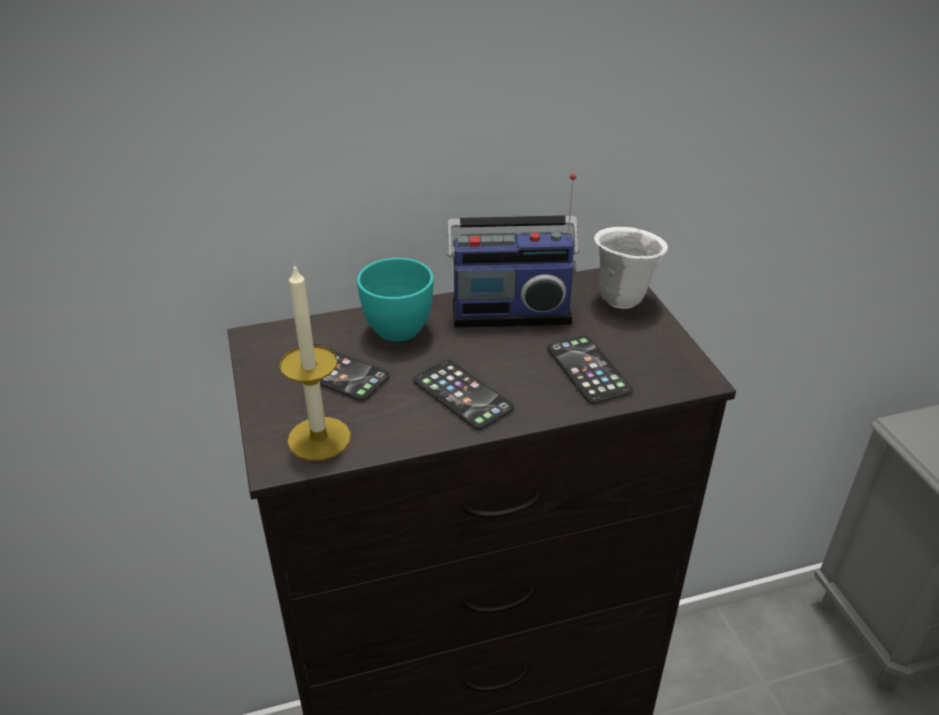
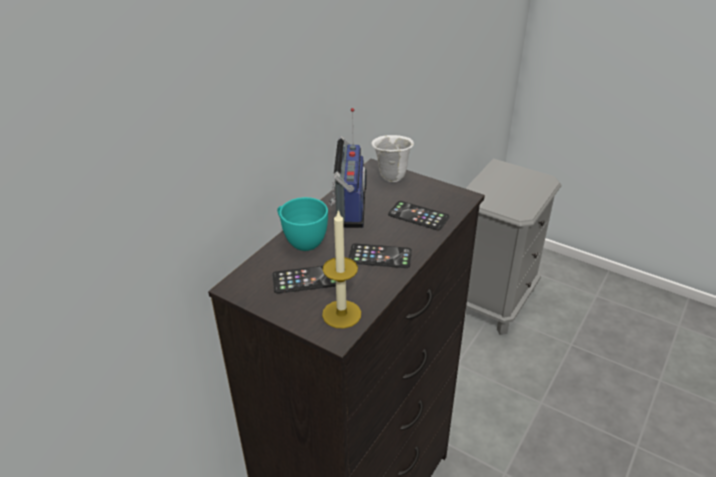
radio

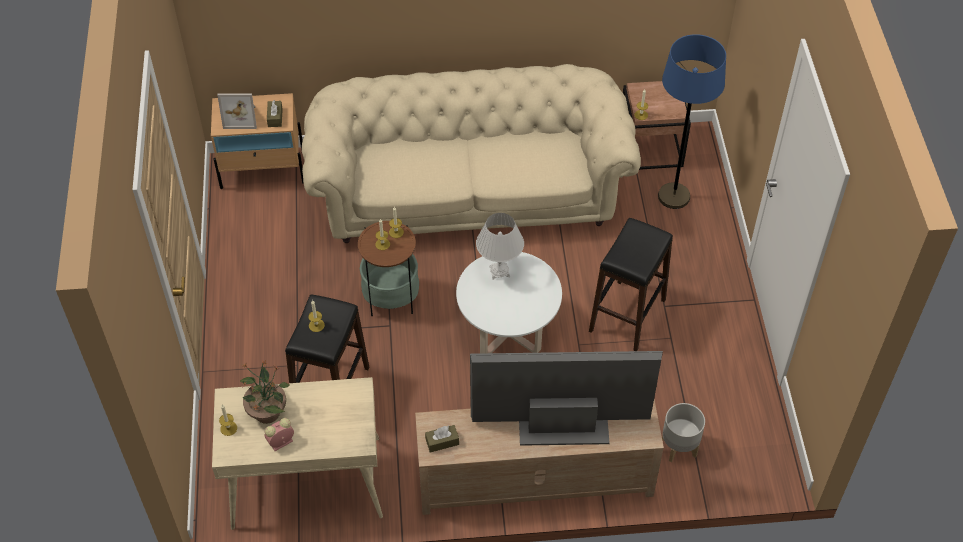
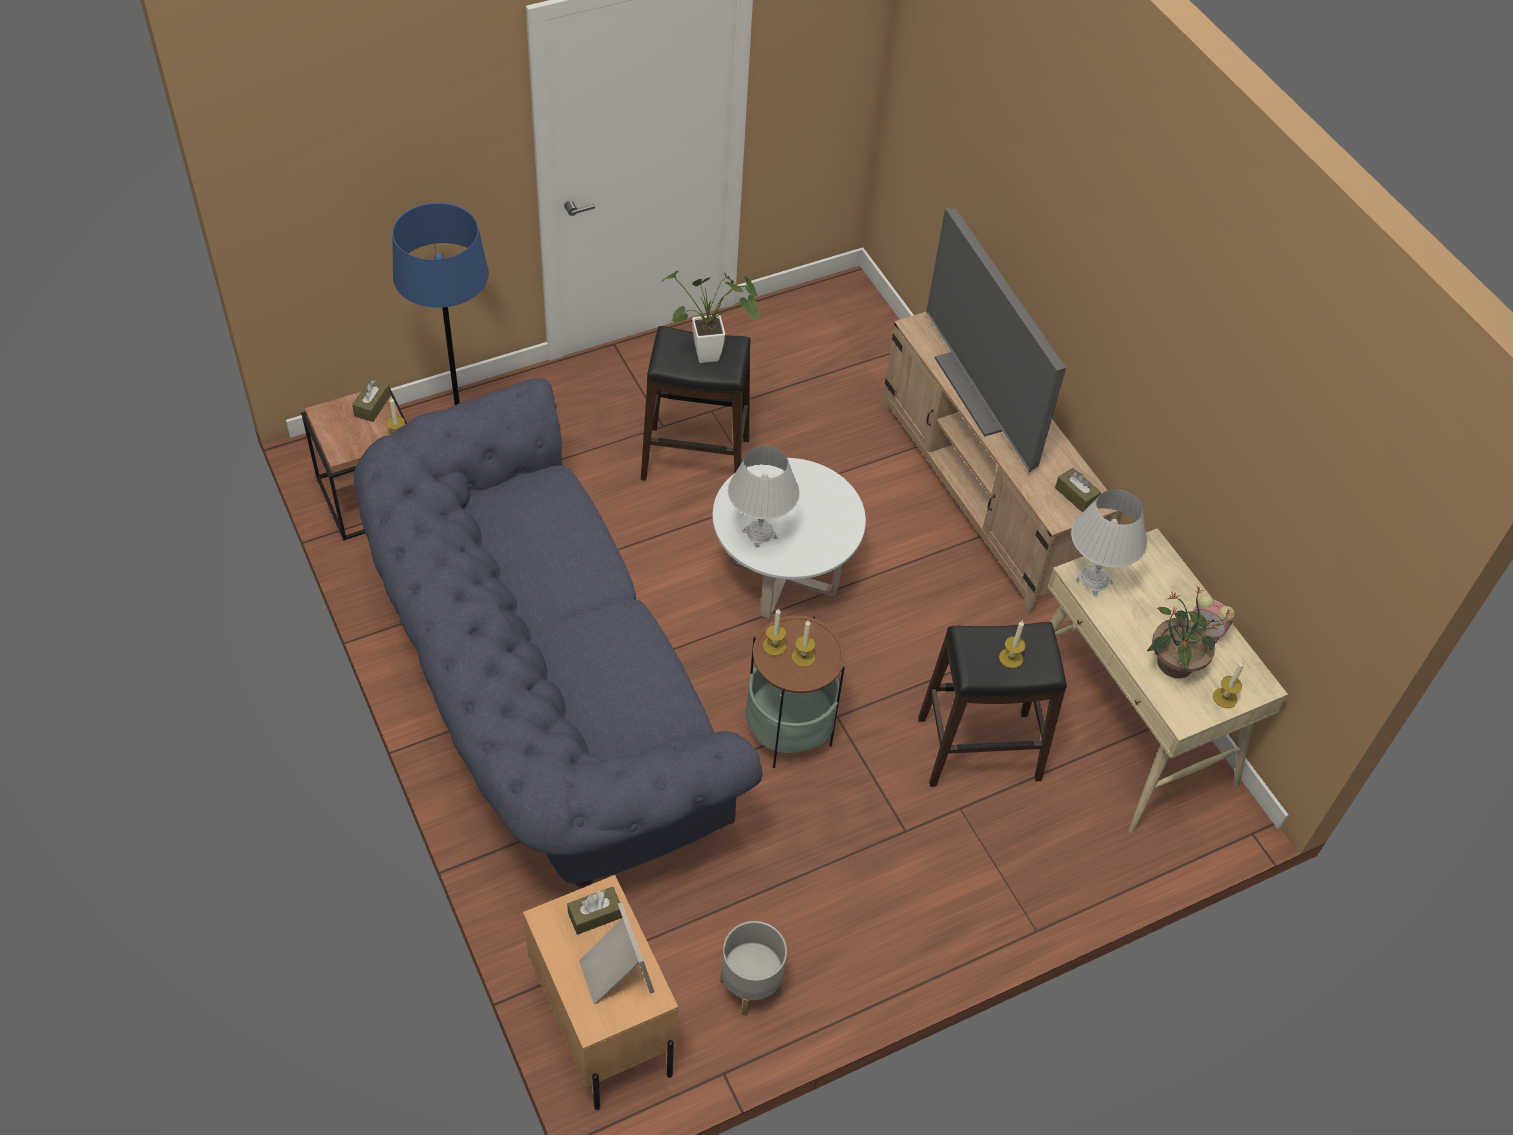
brown tissue box (1st from left); blue sofa; potted plant (1st from left); grey planter; white table lamp (2nd from left)

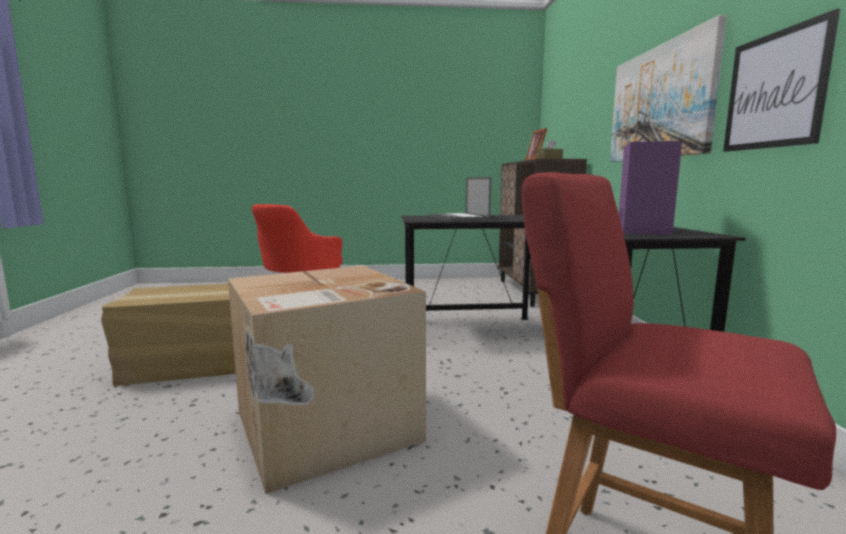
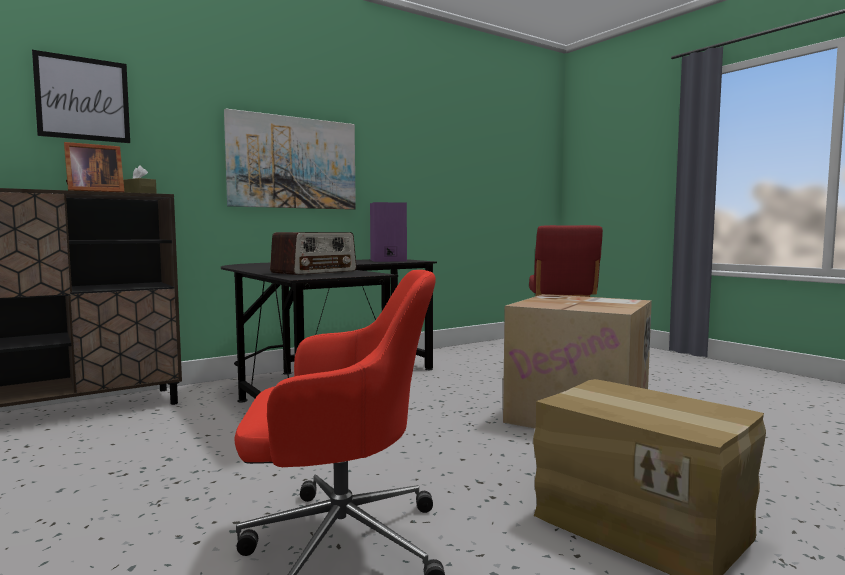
picture (1st from left); radio

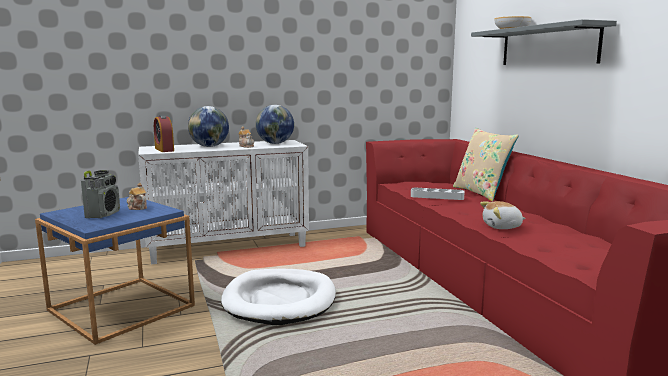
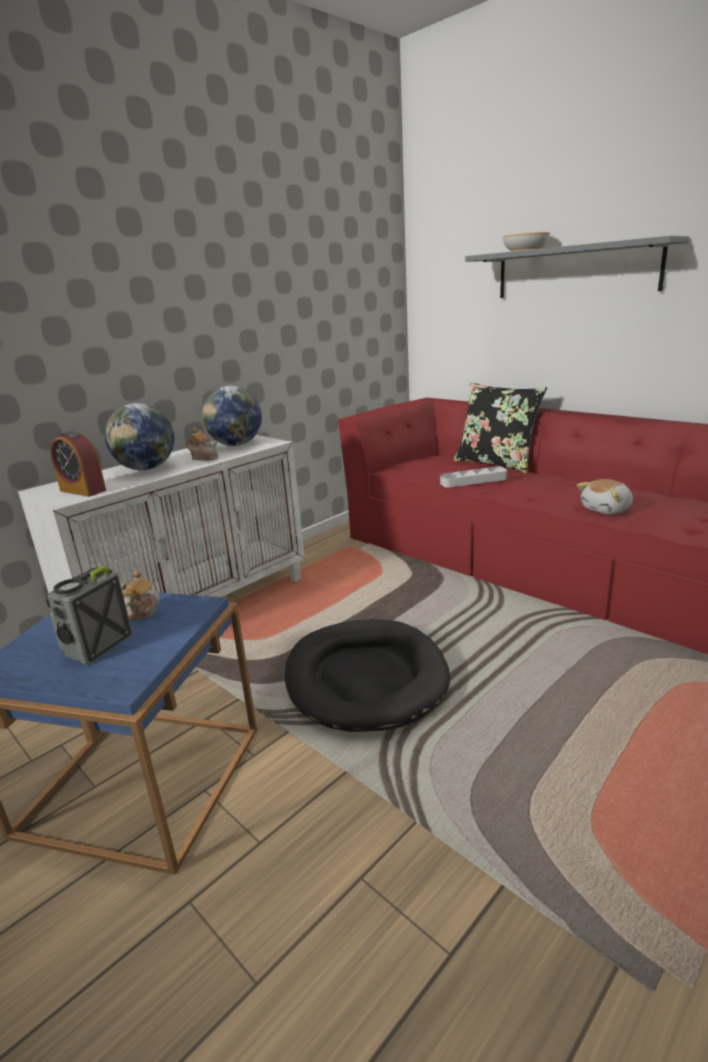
radio; black dog bed; black pillow

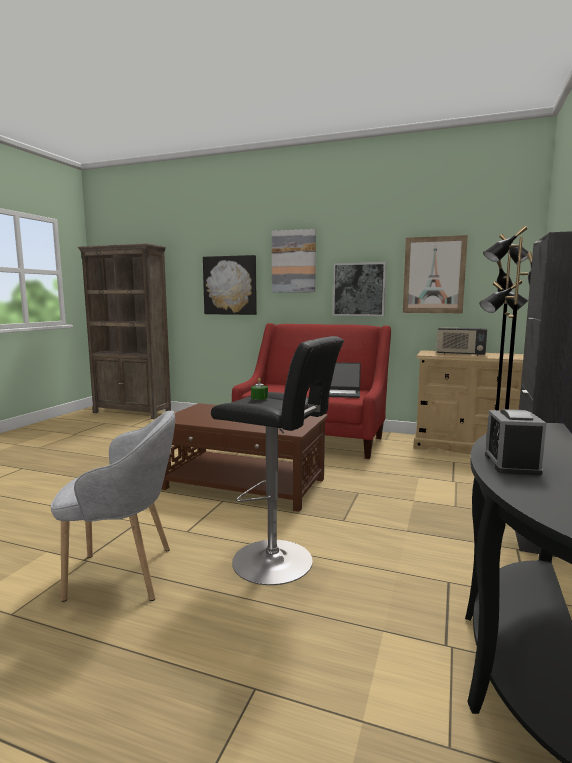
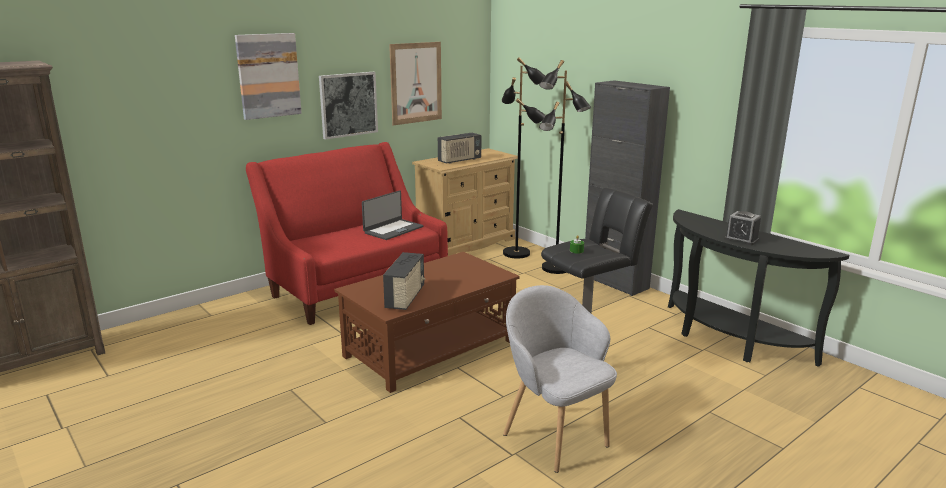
radio (1st from left); grey armchair; picture (1st from left in the first image)

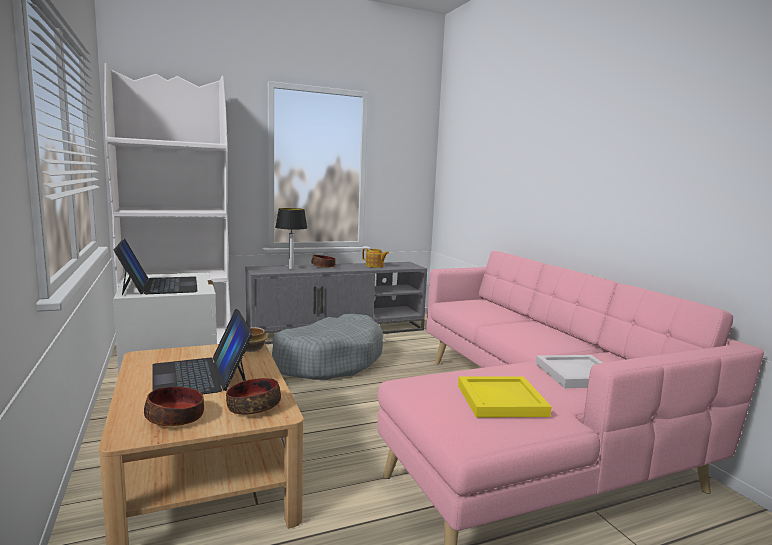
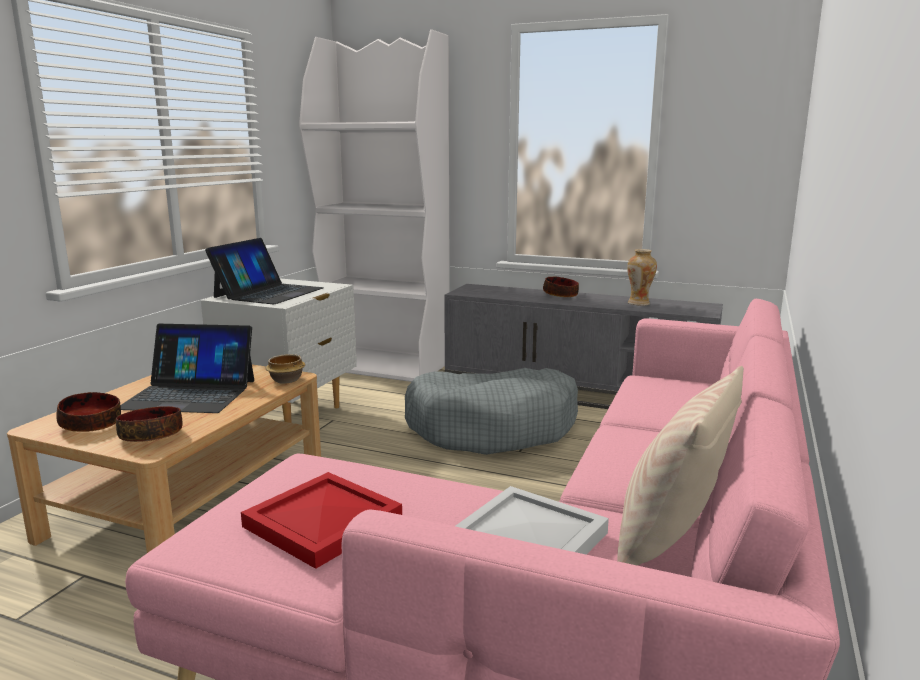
laptop (1st from left); red tray; beige pillow; vase; table lamp

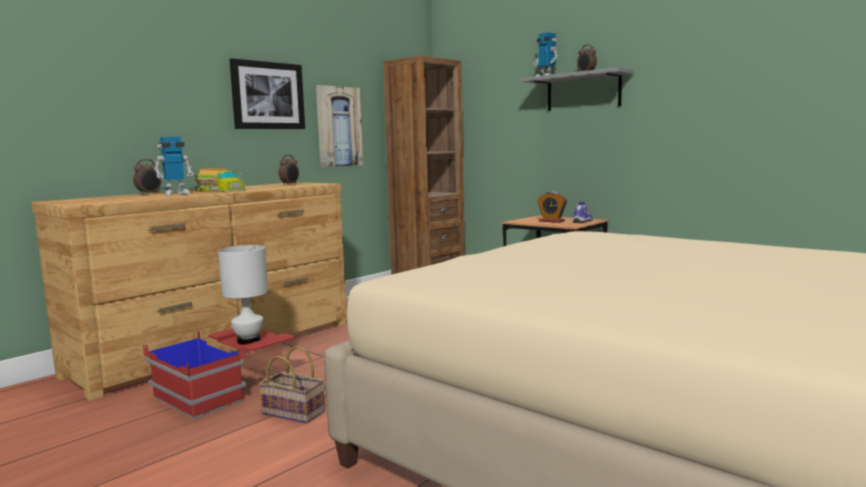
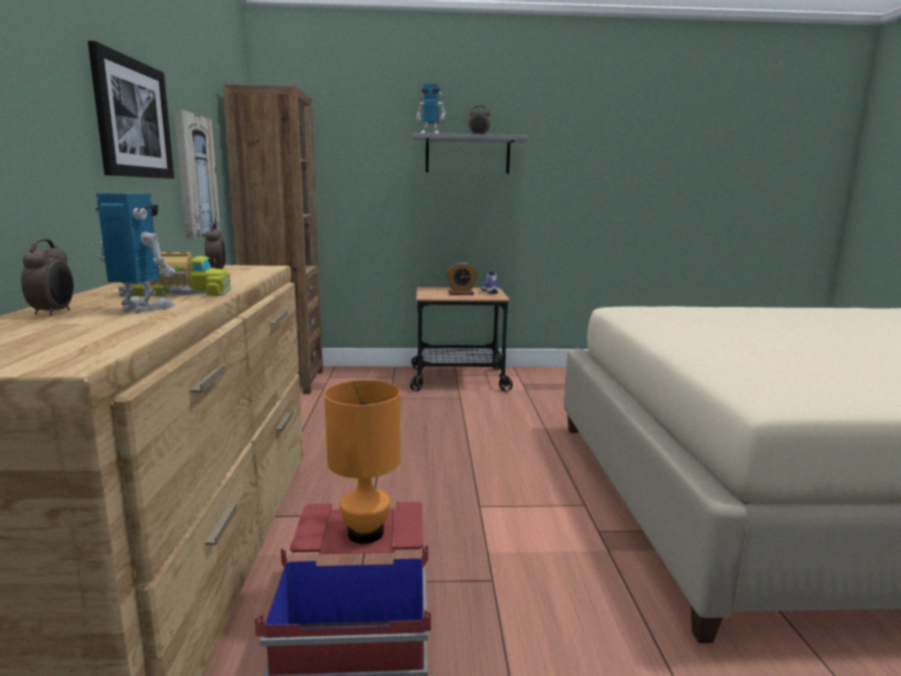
toy robot (1st from left); orange table lamp; basket

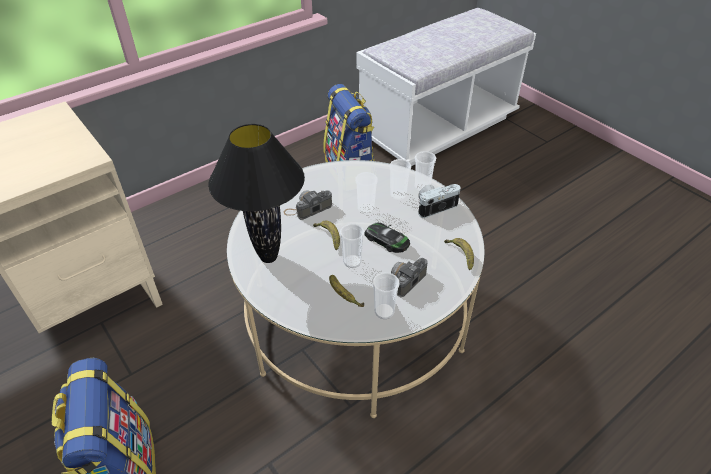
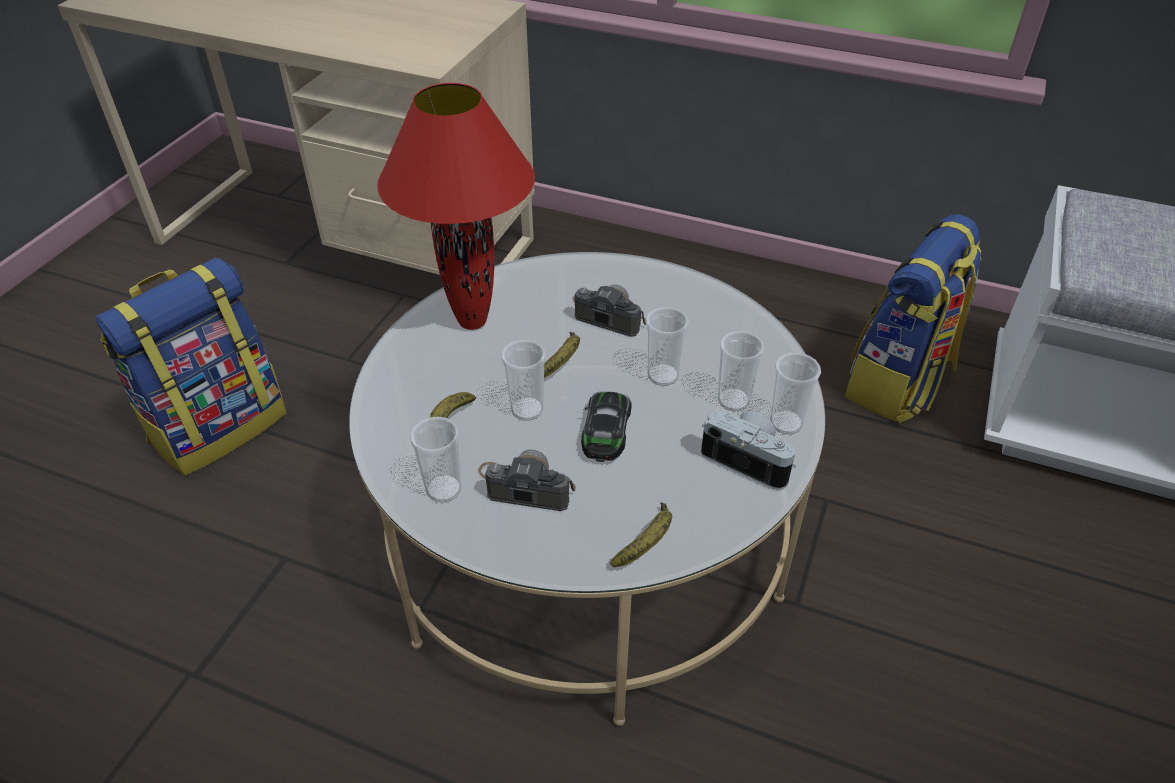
red table lamp

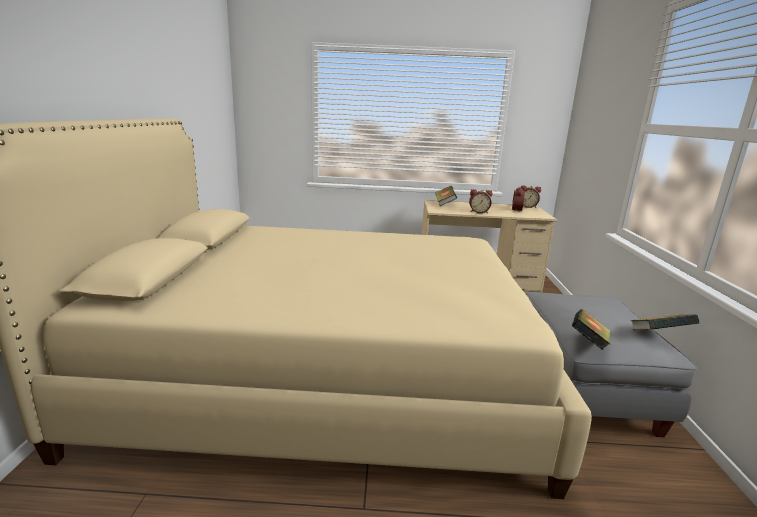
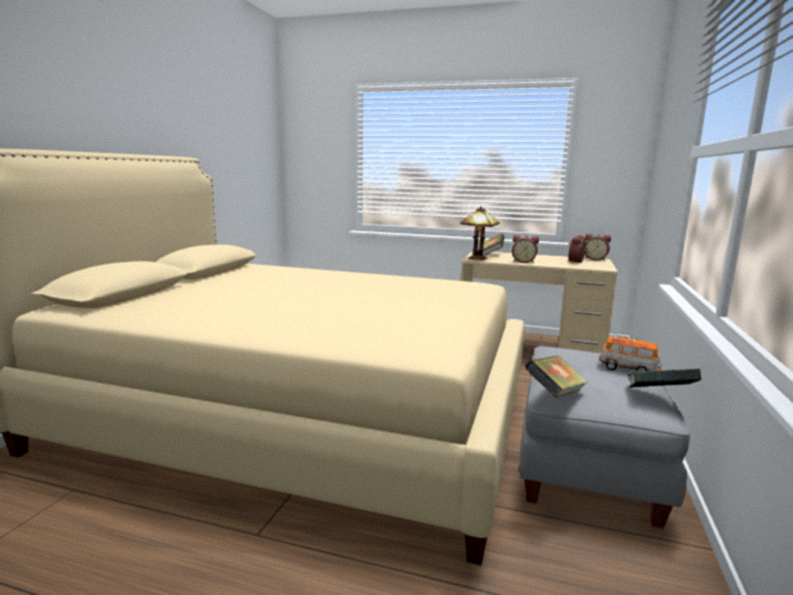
table lamp; toy car

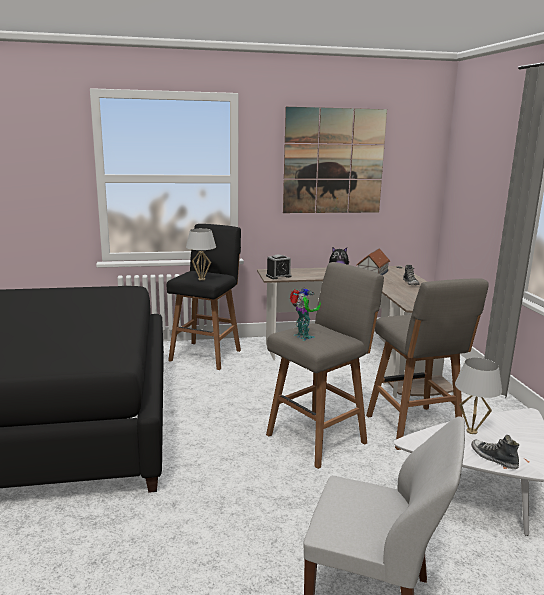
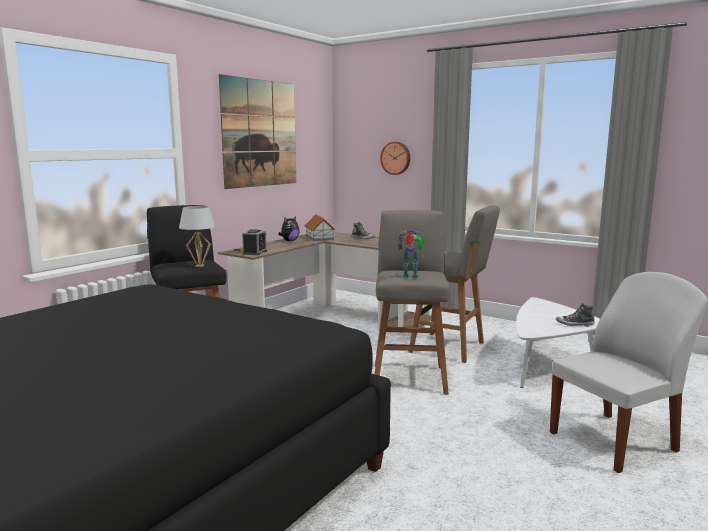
wall clock; white table lamp (2nd from left in the first image)

